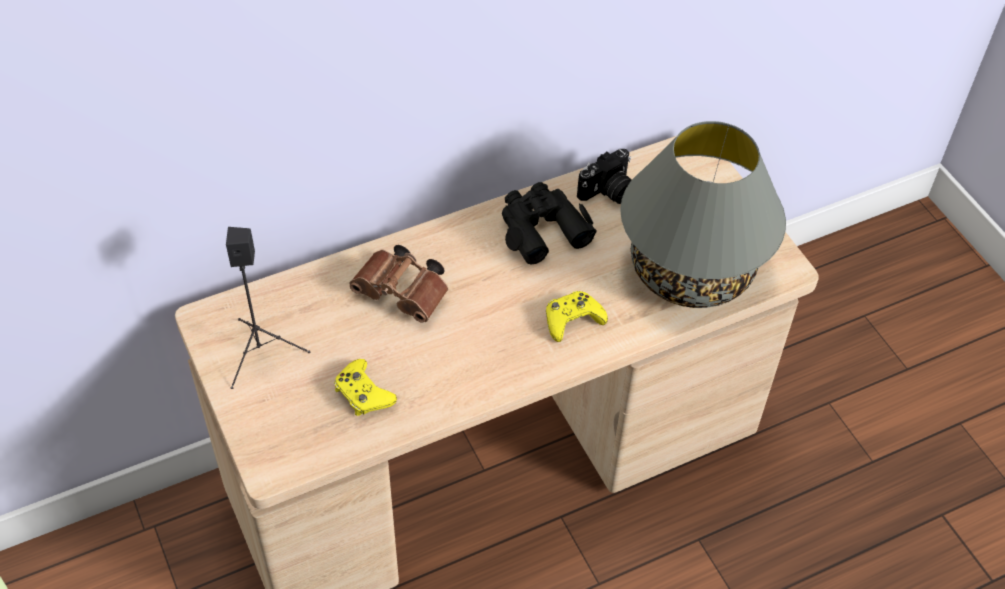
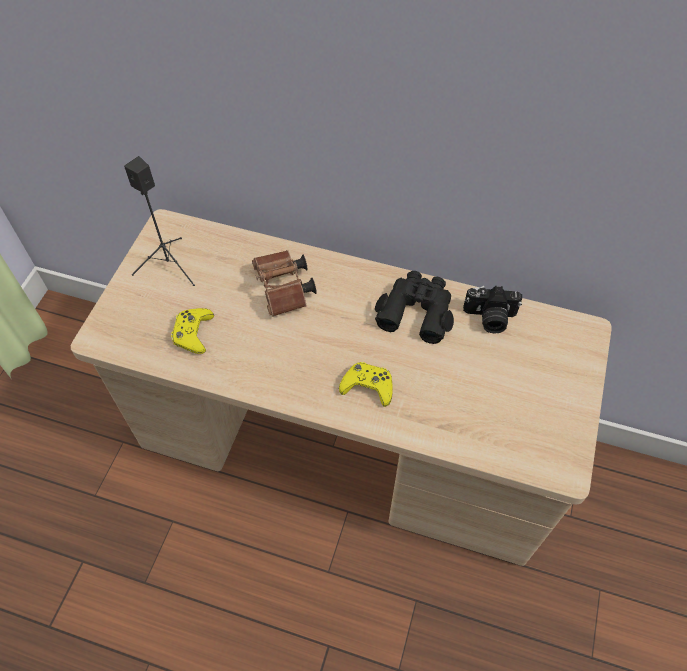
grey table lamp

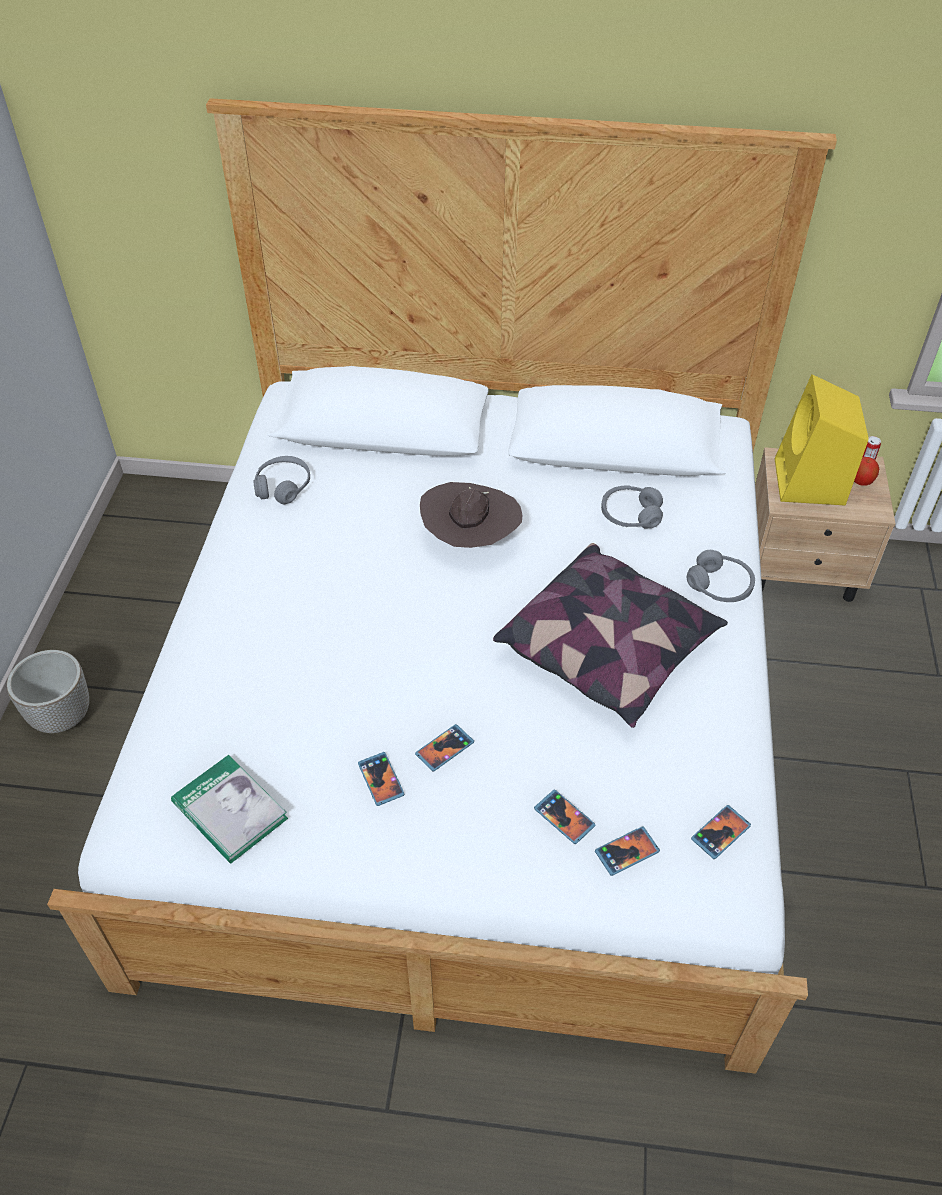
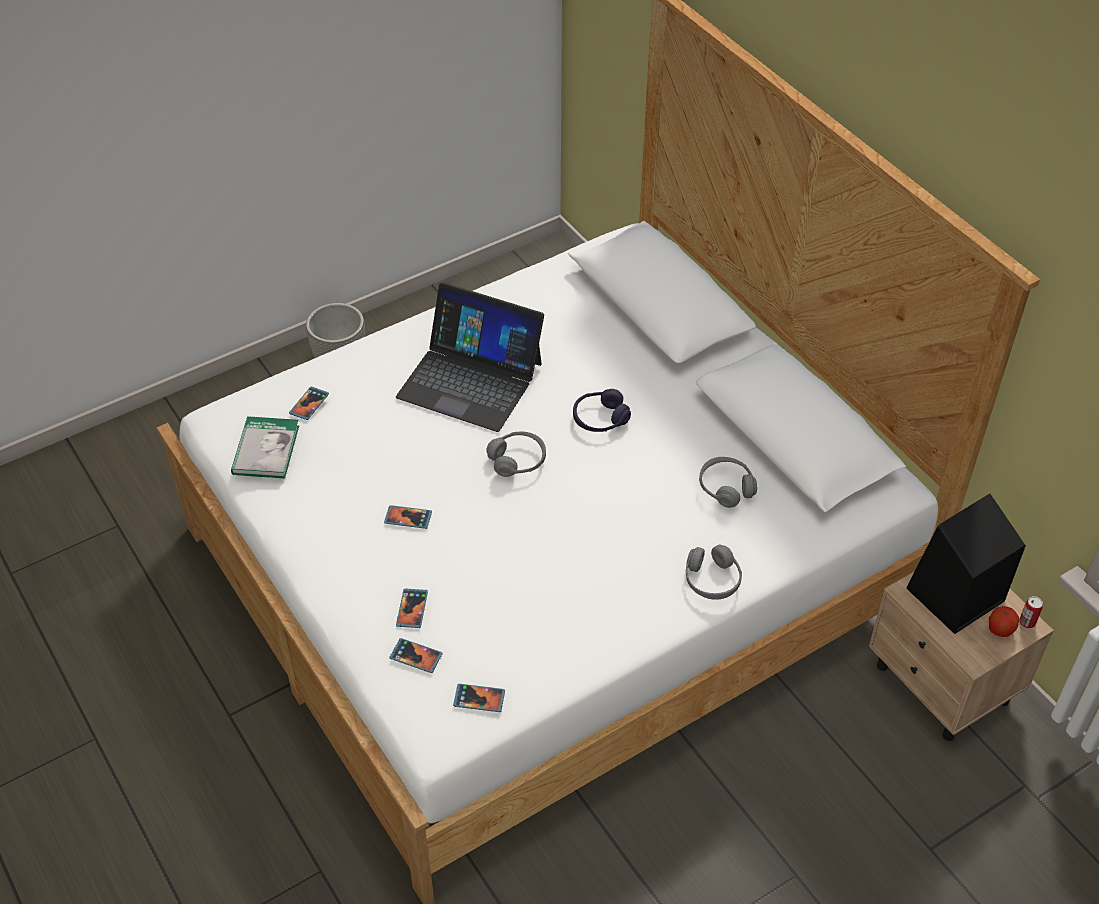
phone (1st from left); laptop; grey headphones (1st from left); purple headphones; black speaker; pillow

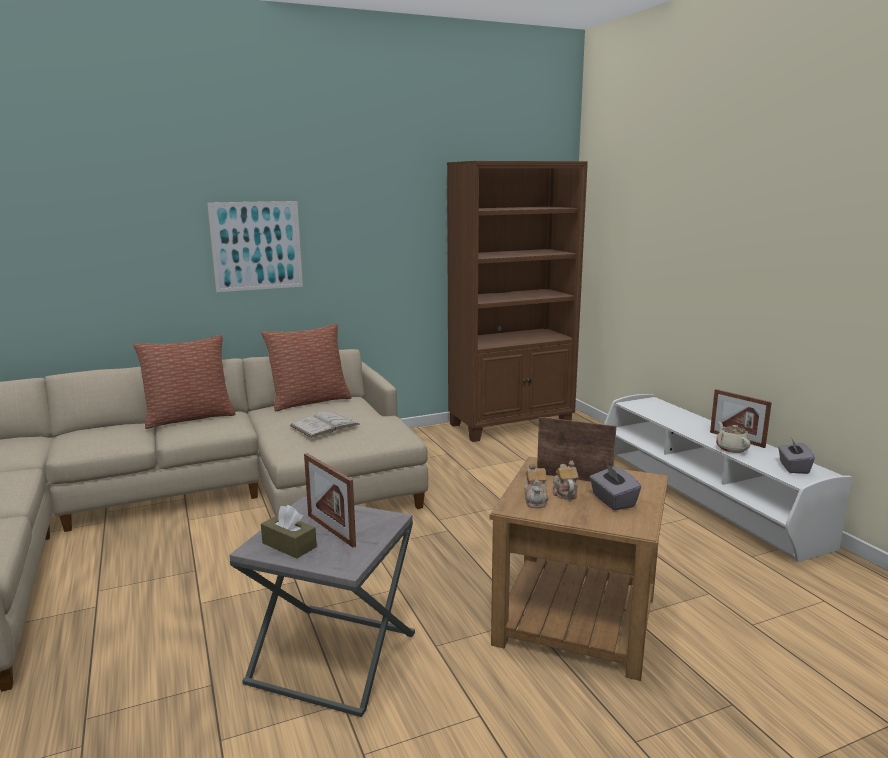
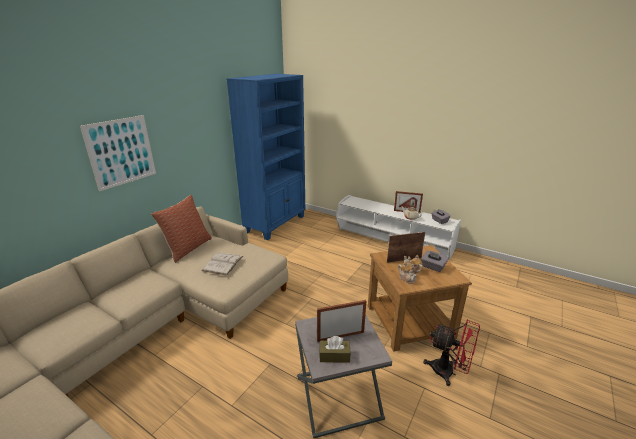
blue bookcase; picture frame (1st from left); red fan; pillow (1st from left in the first image)

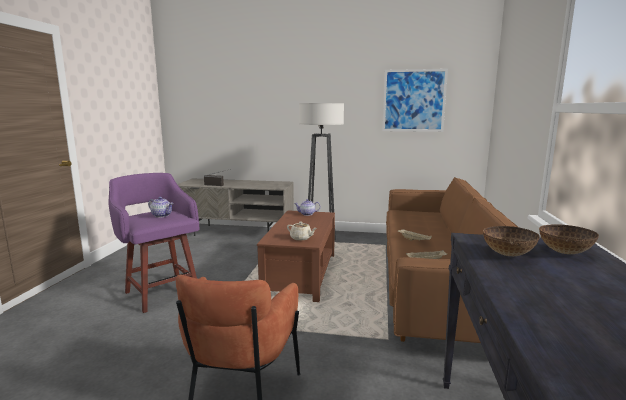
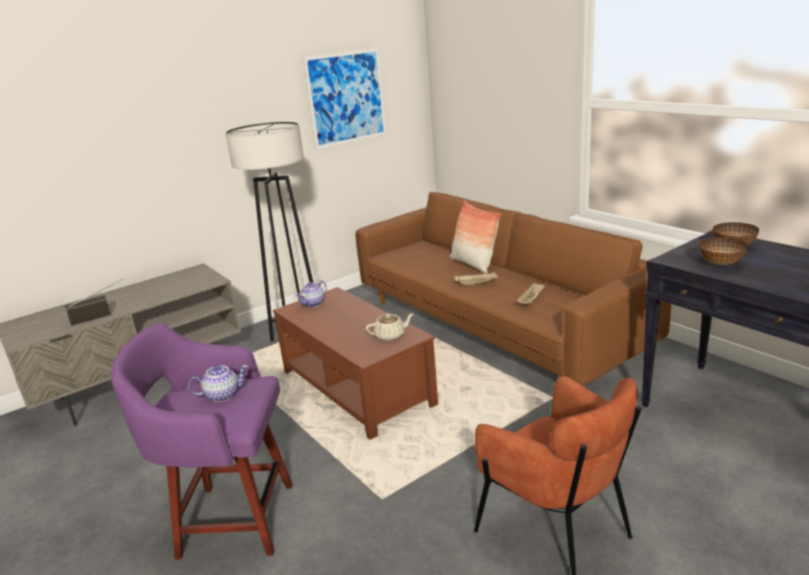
pillow

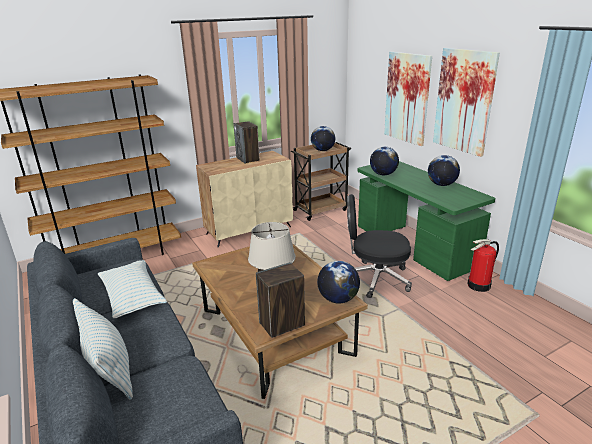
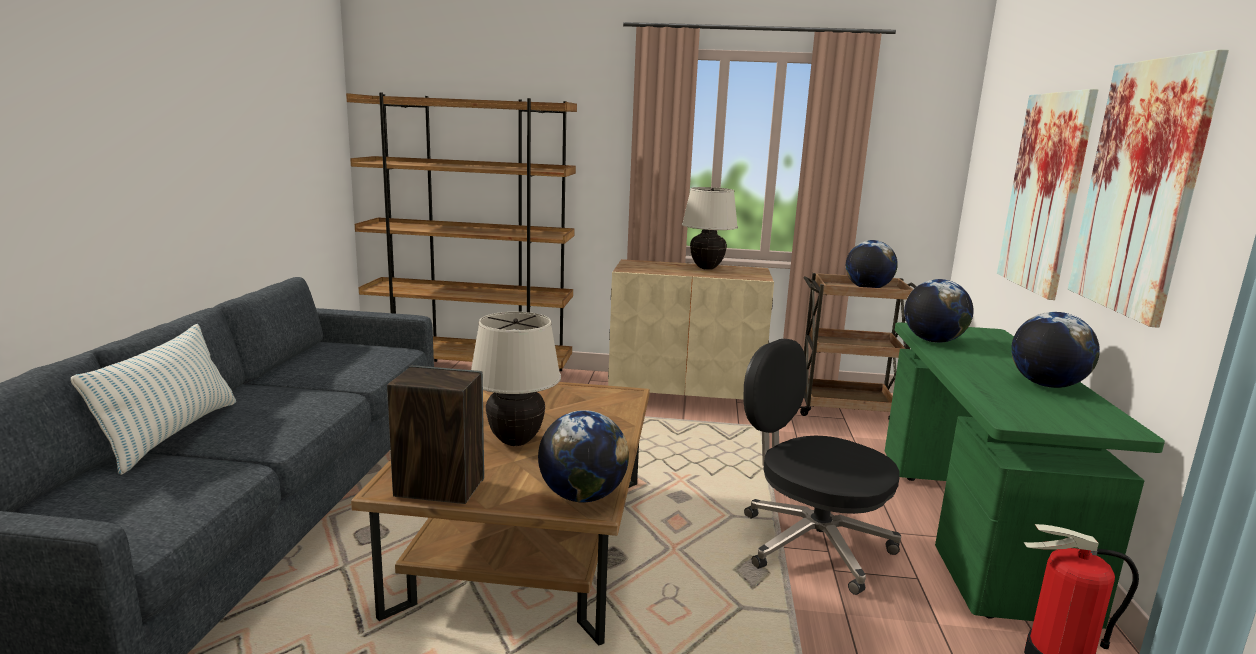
beige table lamp (2nd from left); pillow (2nd from left in the first image)

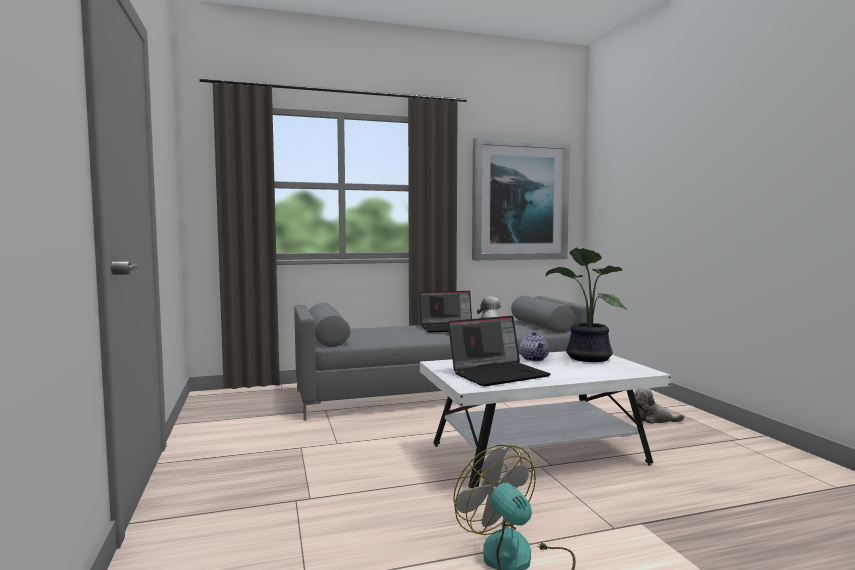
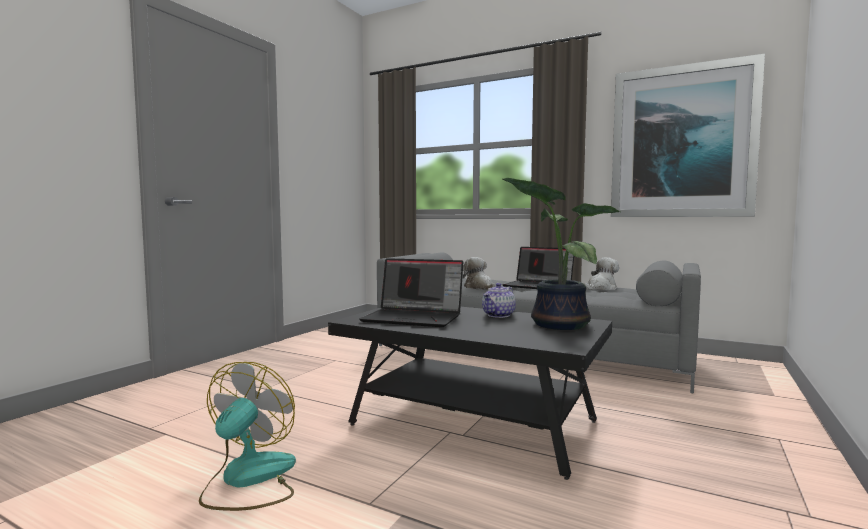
black coffee table; plush toy (1st from left)

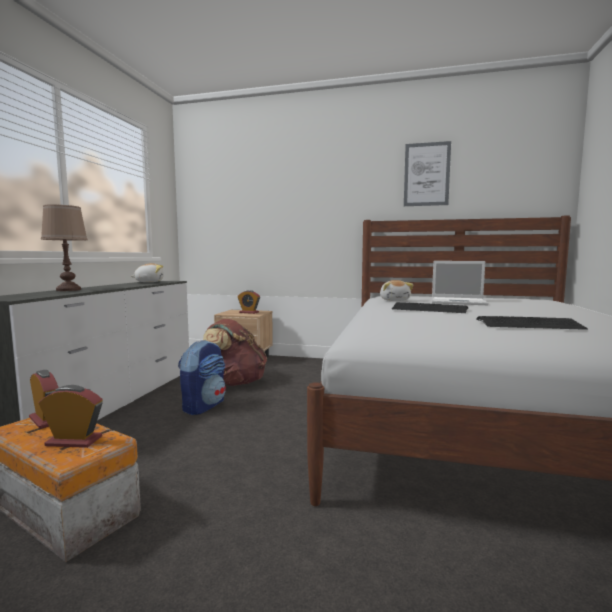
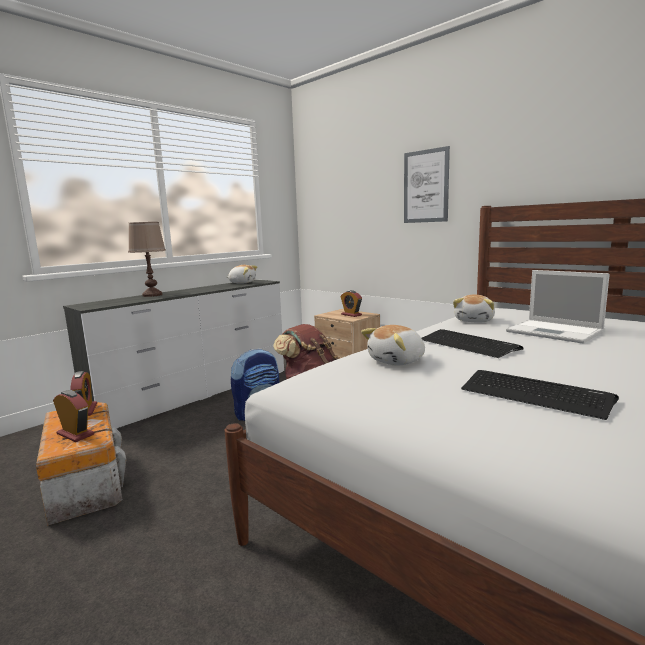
plush toy (2nd from left); picture

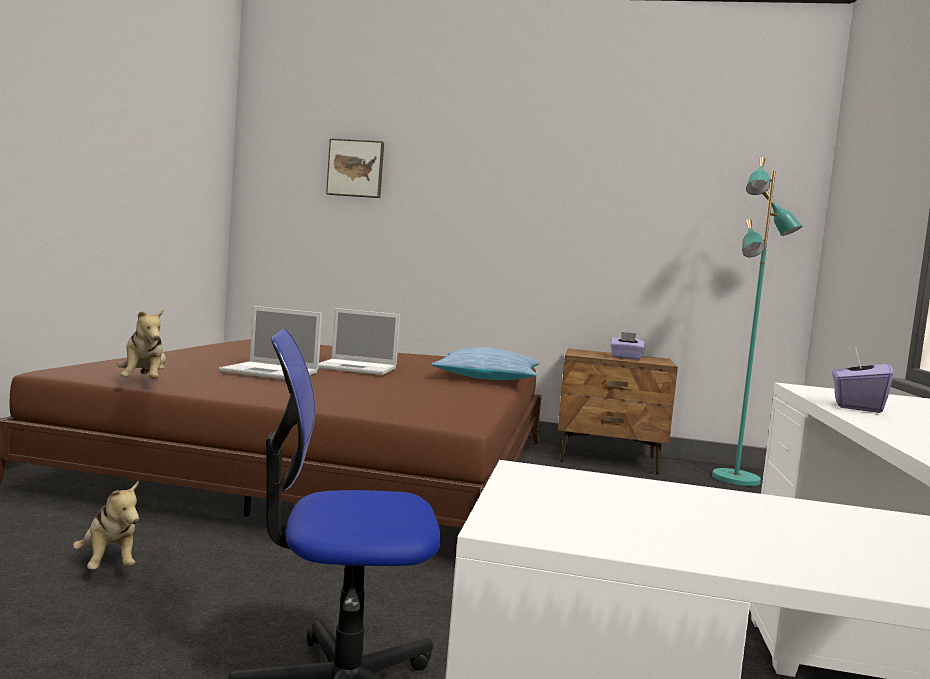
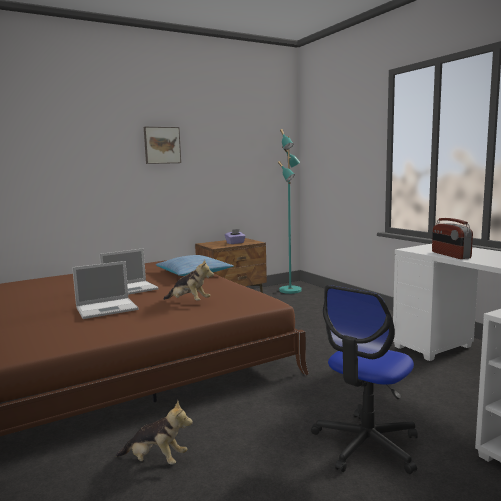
picture; plush toy (2nd from left); radio

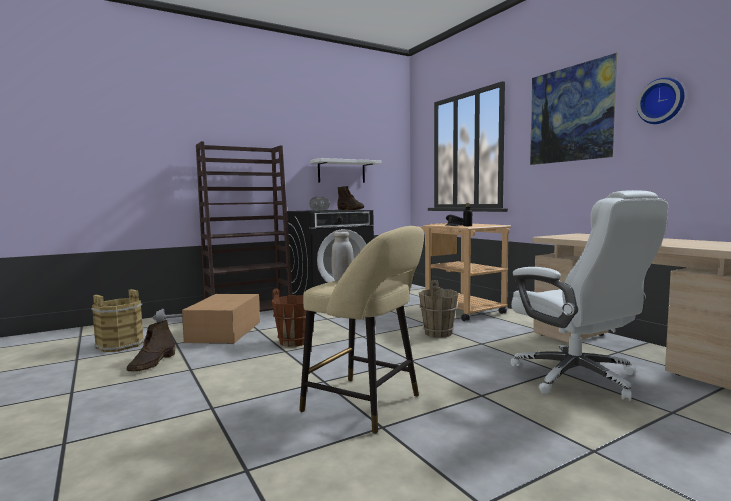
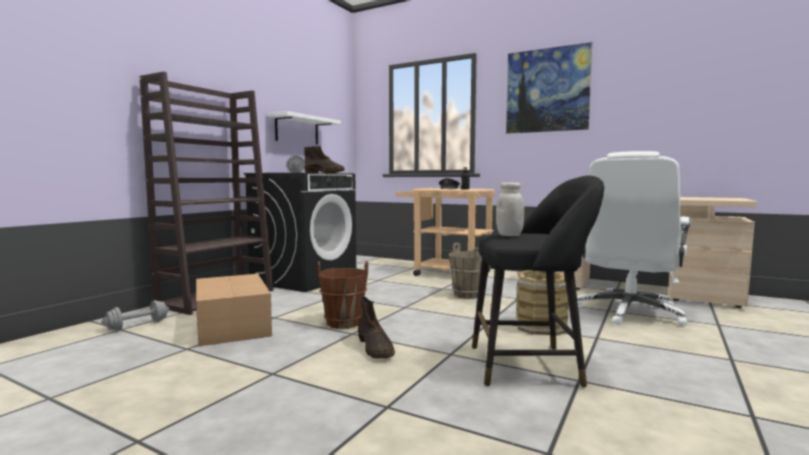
brown boot (2nd from left); black stool; brown bucket (3rd from left); white office chair; wall clock

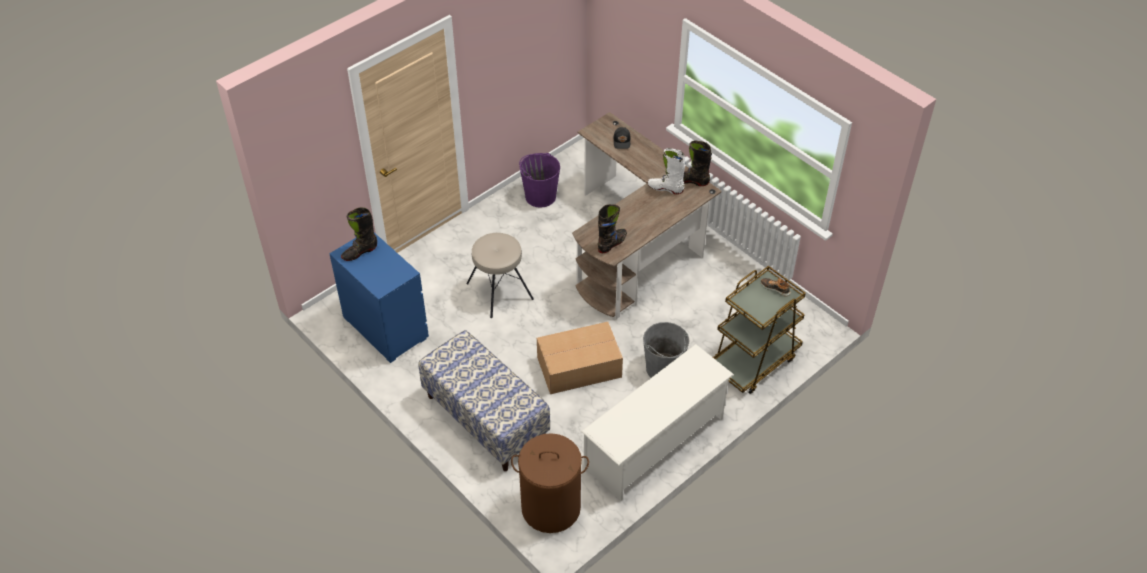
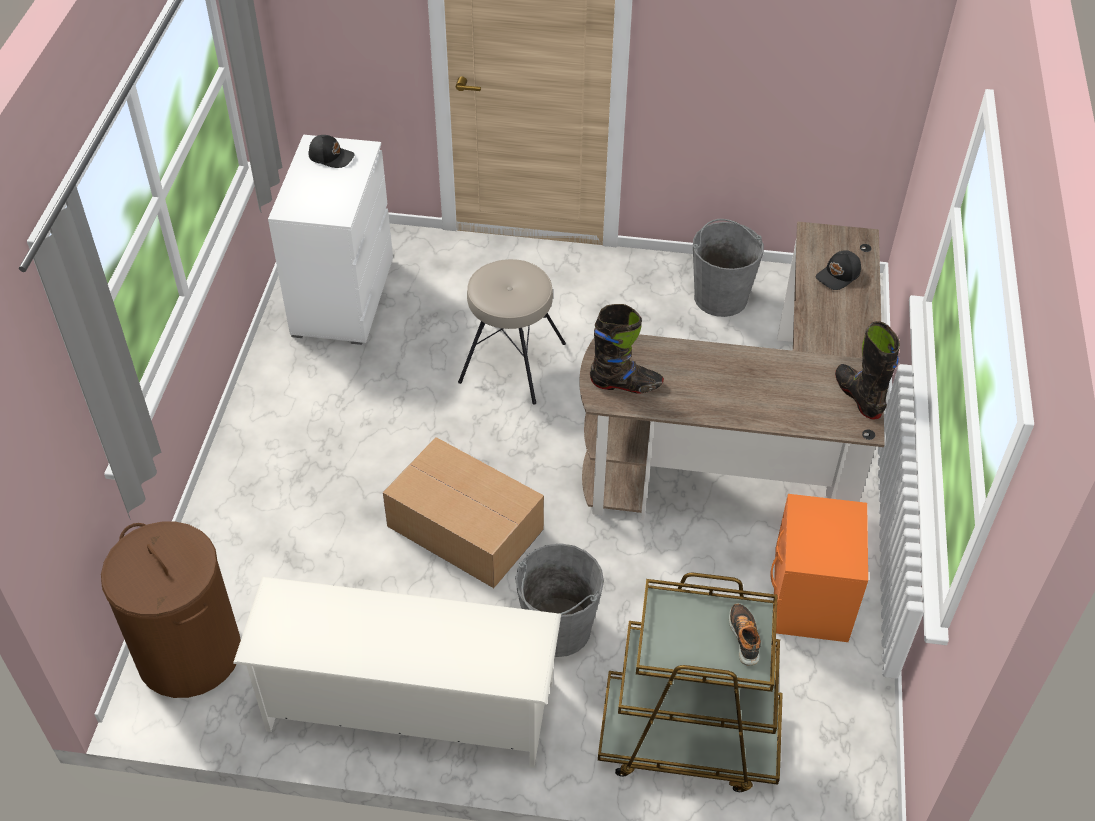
white dresser; black cap (1st from left); grey bucket (2nd from left); orange nightstand; bench; white boot

